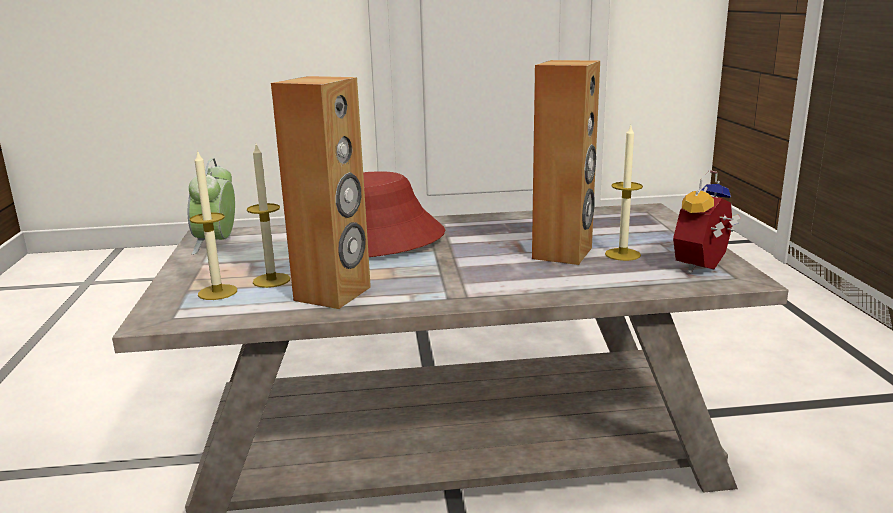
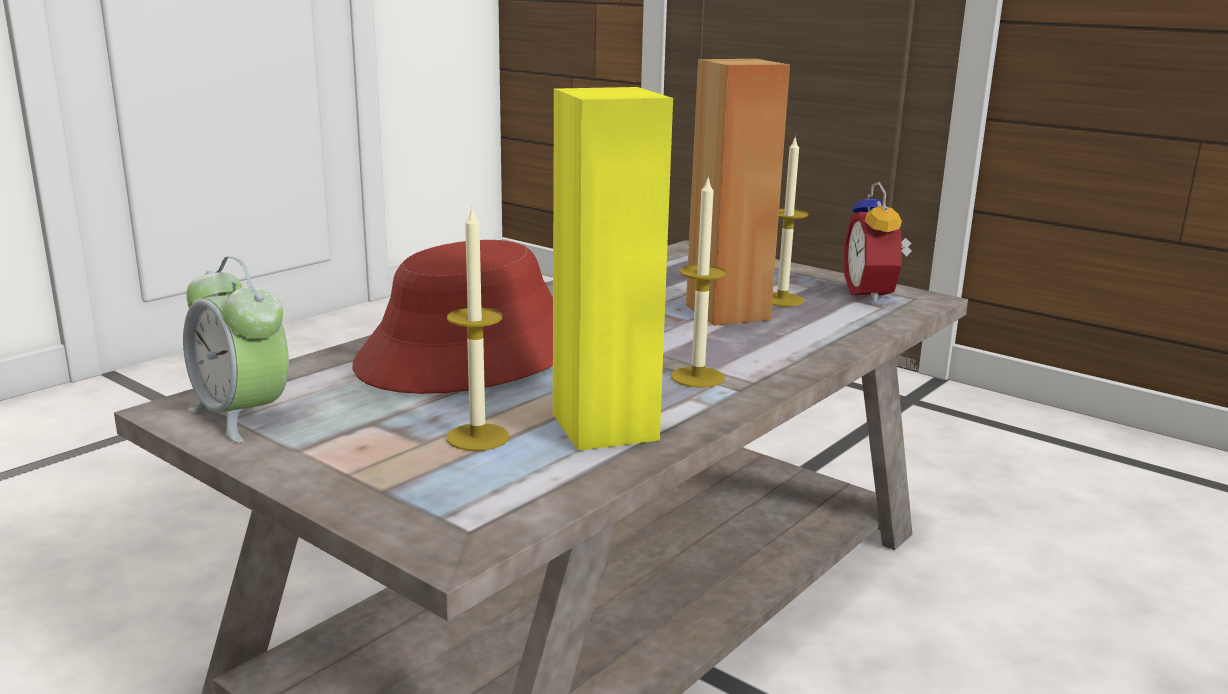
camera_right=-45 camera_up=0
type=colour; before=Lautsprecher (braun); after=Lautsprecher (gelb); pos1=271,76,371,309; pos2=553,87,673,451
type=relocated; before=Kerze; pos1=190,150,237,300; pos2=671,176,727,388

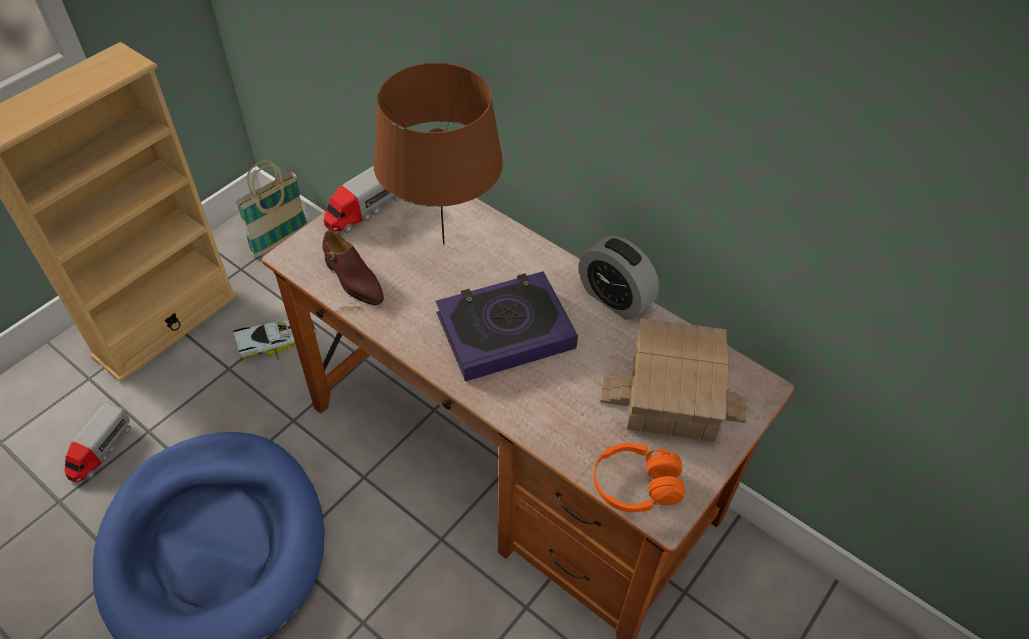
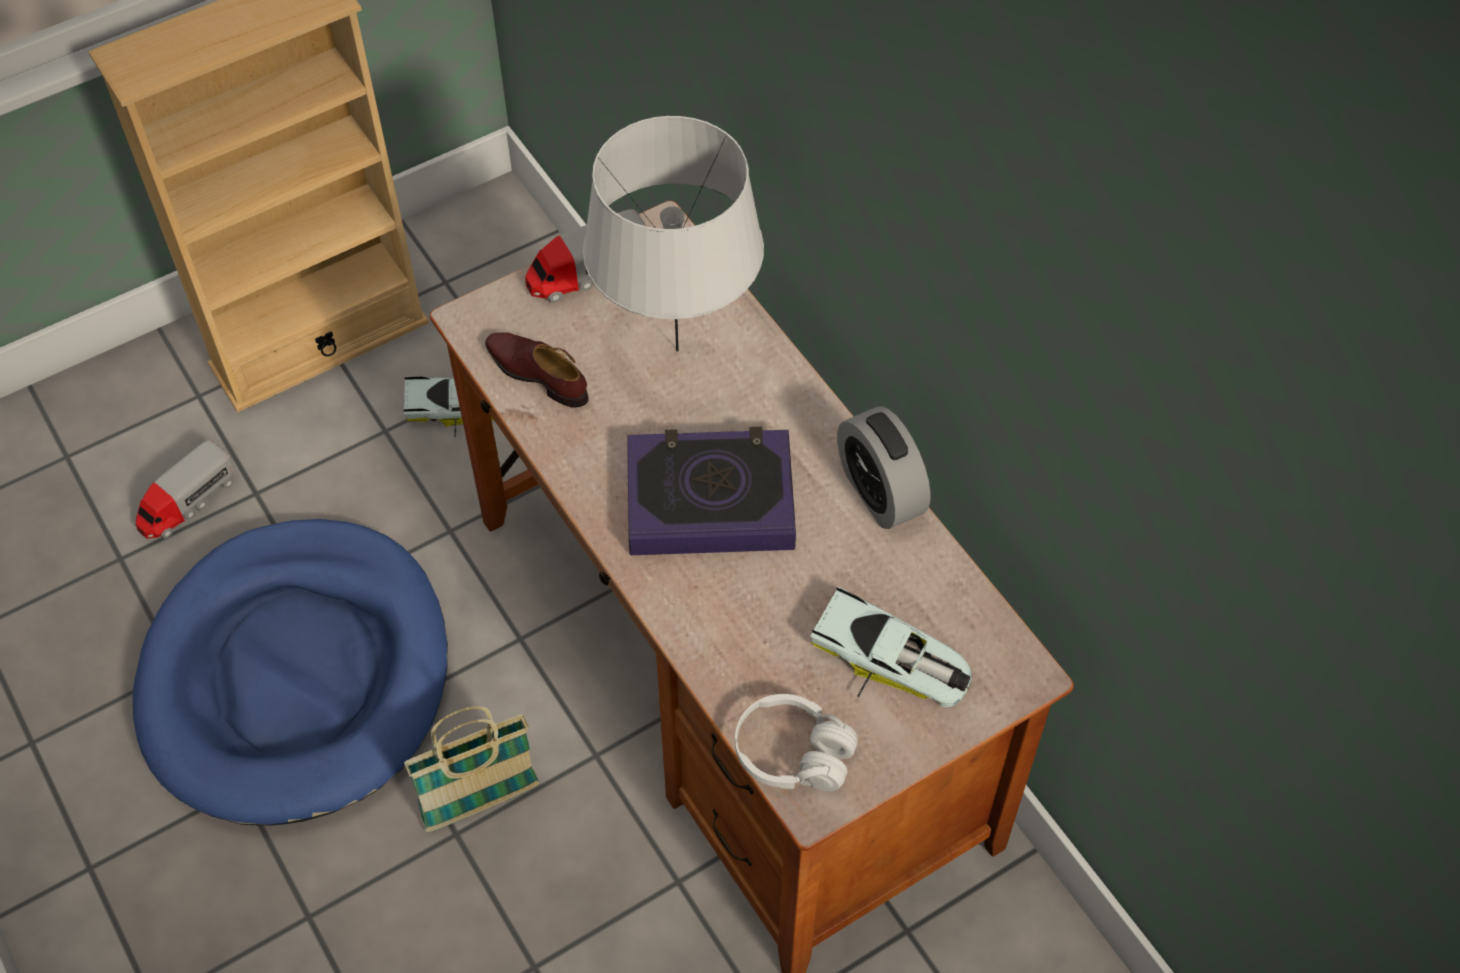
camera_right=20 camera_up=5
type=relocated; before=Korb; pos1=236,160,308,257; pos2=404,706,539,832
type=spun; before=Schuh (braun); pos1=322,230,384,305; pos2=485,332,589,408; turn=150
type=colour; before=Tischlampe (braun); after=Tischlampe (grau); pos1=373,63,503,244; pos2=583,116,764,352
type=colour; before=Kopfhörer (orange); after=Kopfhörer (weiß); pos1=594,443,685,512; pos2=735,694,858,792
type=exchanged; before=Spielzeughaus; after=Spielzeugauto; pos1=600,318,746,442; pos2=810,587,972,708

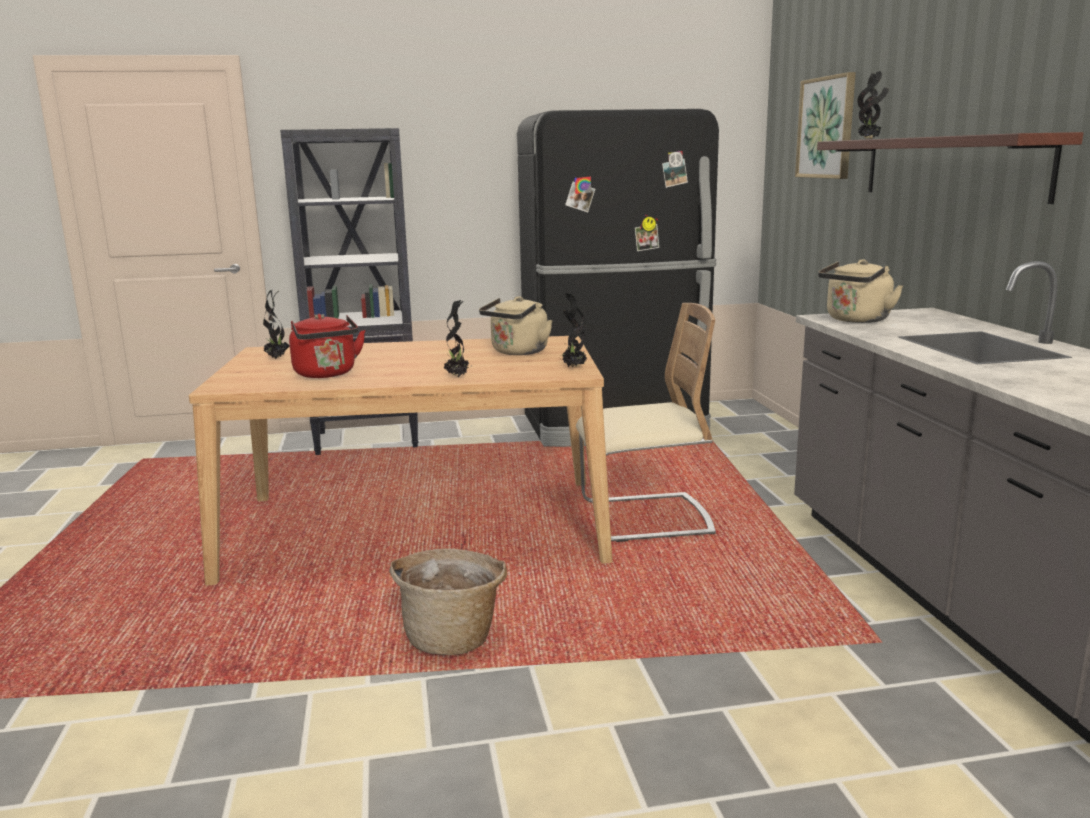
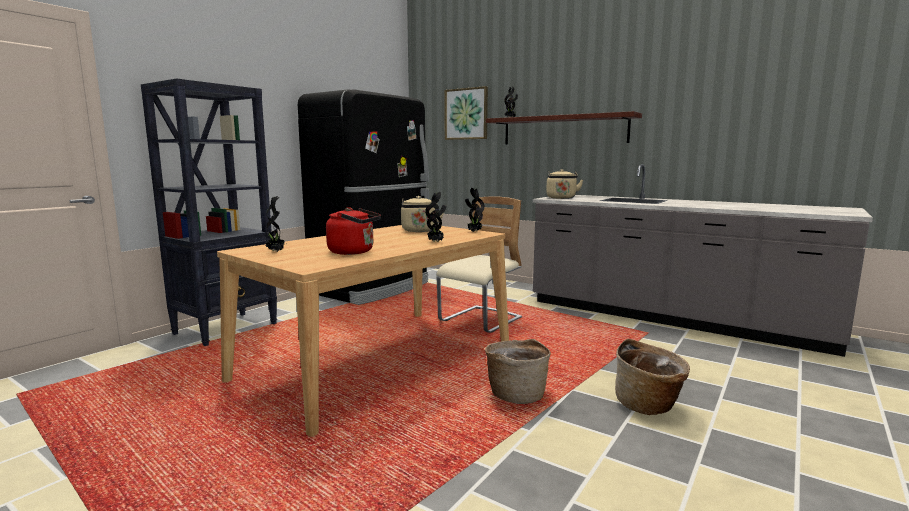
camera_right=-45 camera_up=-5
type=appeared; after=Korb; pos2=615,339,690,415

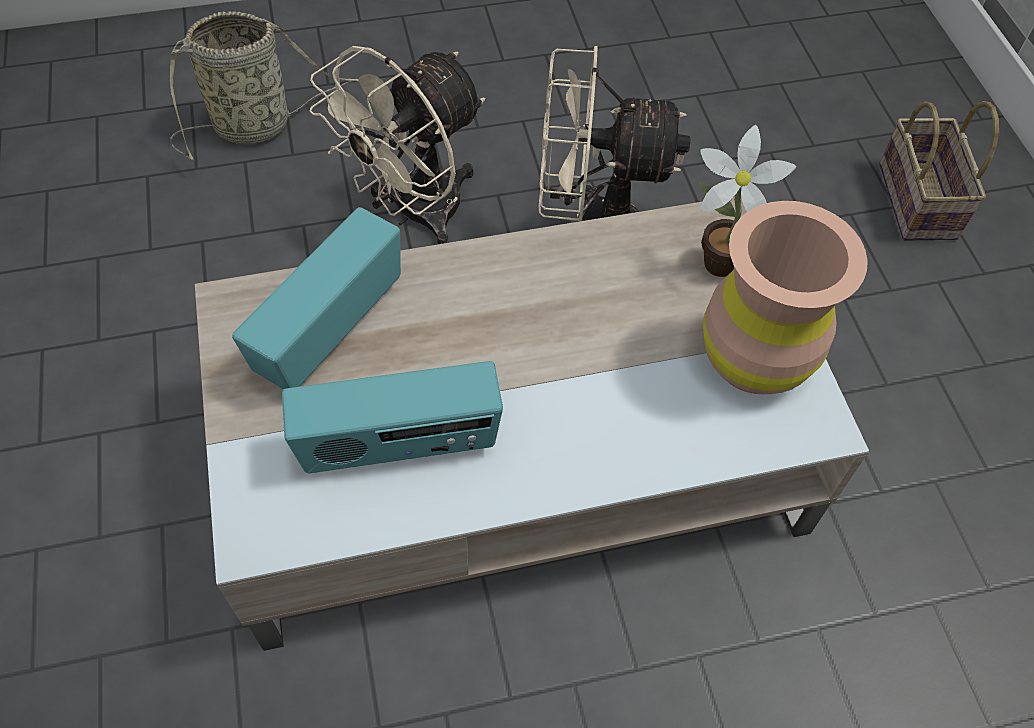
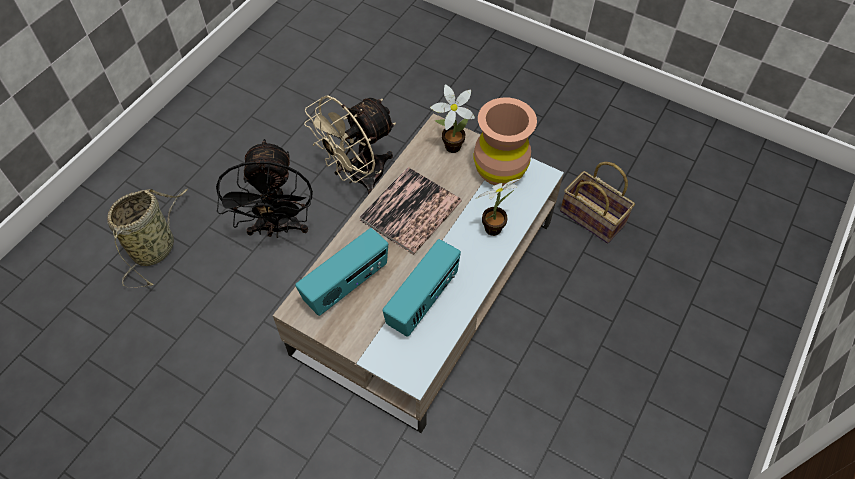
camera_right=-45 camera_up=0
type=colour; before=Ventilator (beige); after=Ventilator (schwarz); pos1=310,46,485,244; pos2=216,139,313,238
type=spun; before=Radio; pos1=232,207,401,390; pos2=295,228,388,316; turn=-120
type=appeared; after=Buch; pos2=360,167,462,255
type=appeared; after=Topfpflanze; pos2=476,179,520,236
type=relocated; before=Korb; pos1=879,101,999,240; pos2=560,162,635,243

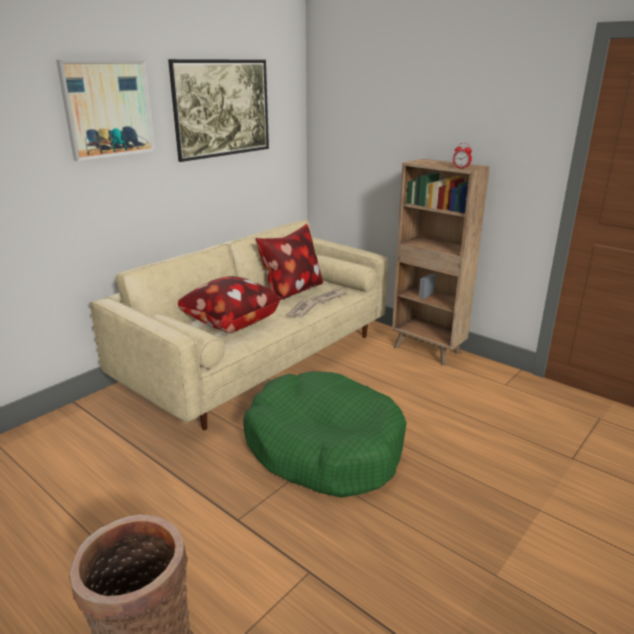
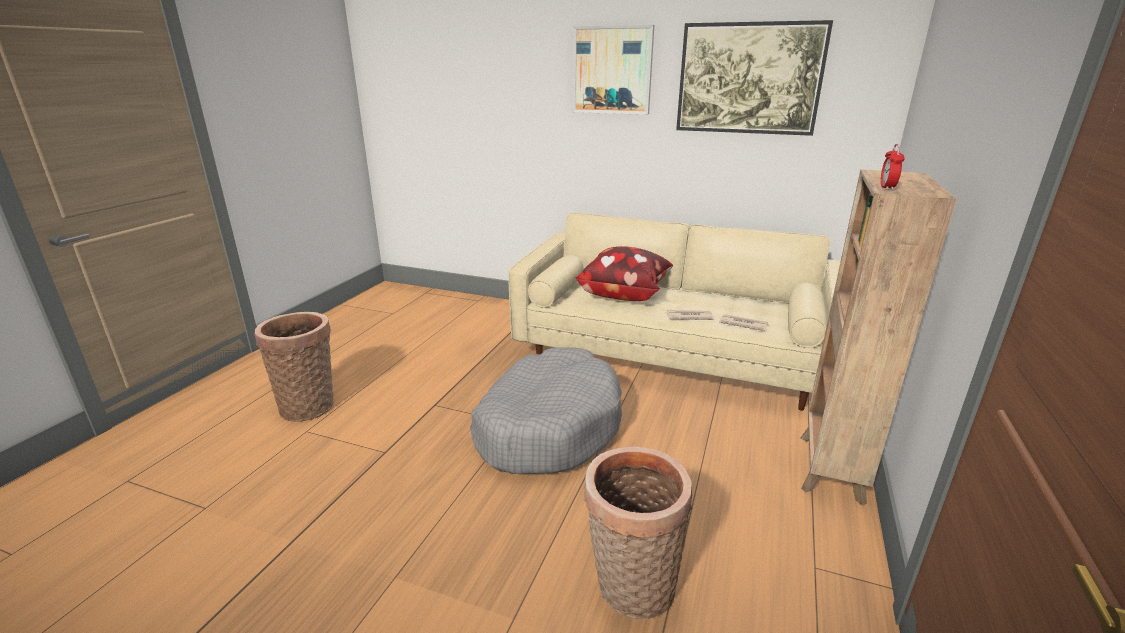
camera_right=70 camera_up=0
type=colour; before=Hundebett (grün); after=Hundebett (grau); pos1=243,371,407,498; pos2=470,347,622,474
type=appeared; after=Korb; pos2=583,446,692,619
type=missing; before=Kissen; pos1=255,224,323,300

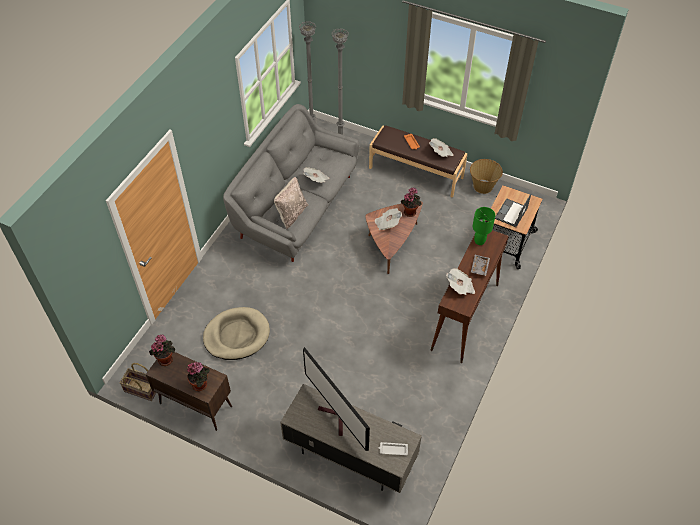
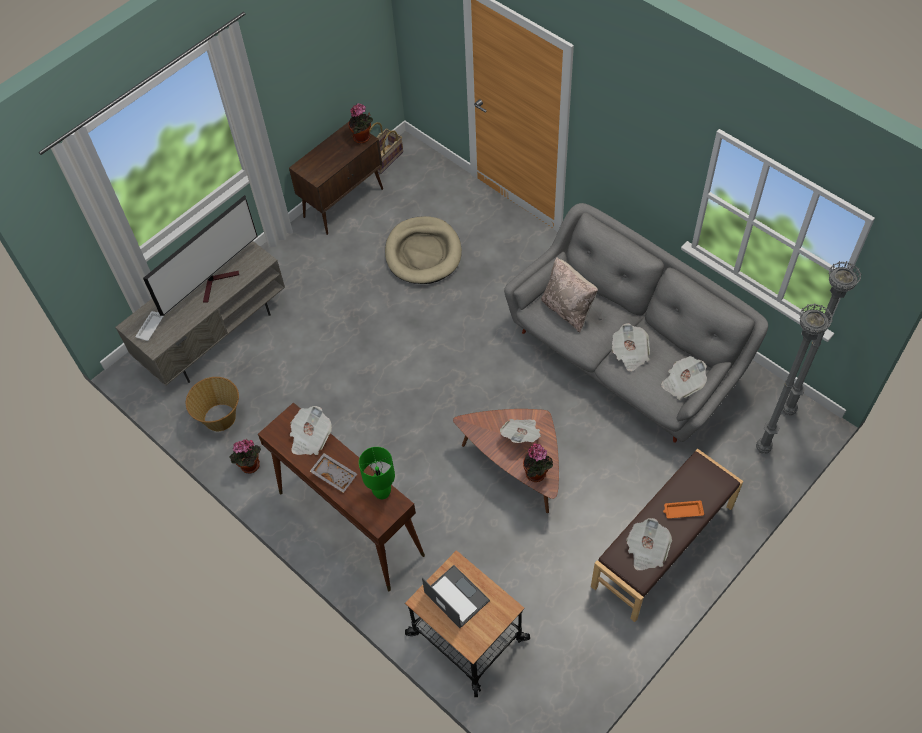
camera_right=110 camera_up=5
type=spun; before=Fernseher; pos1=303,347,370,451; pos2=143,195,258,316; turn=150
type=relocated; before=Korb; pos1=470,159,503,194; pos2=186,377,239,431
type=relocated; before=Topfpflanze; pos1=187,362,210,391; pos2=229,439,261,474
type=appeared; after=Zeitung; pos2=661,356,707,400

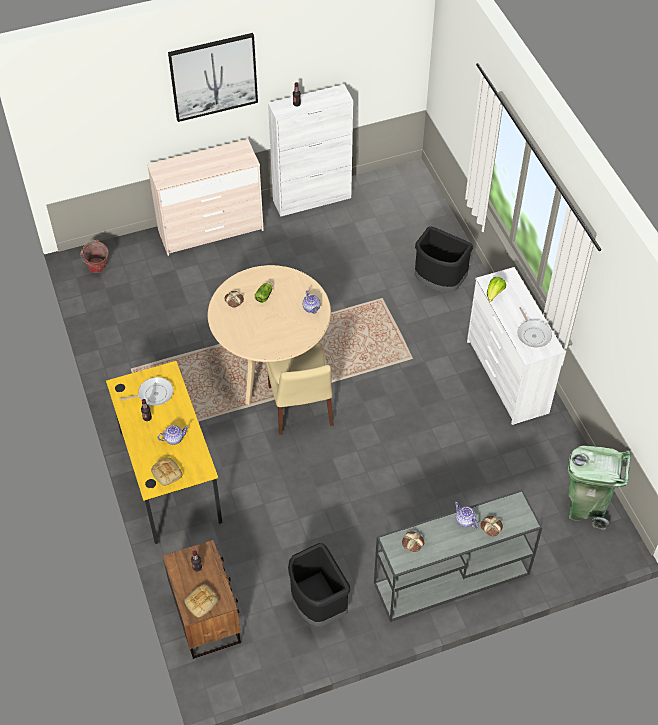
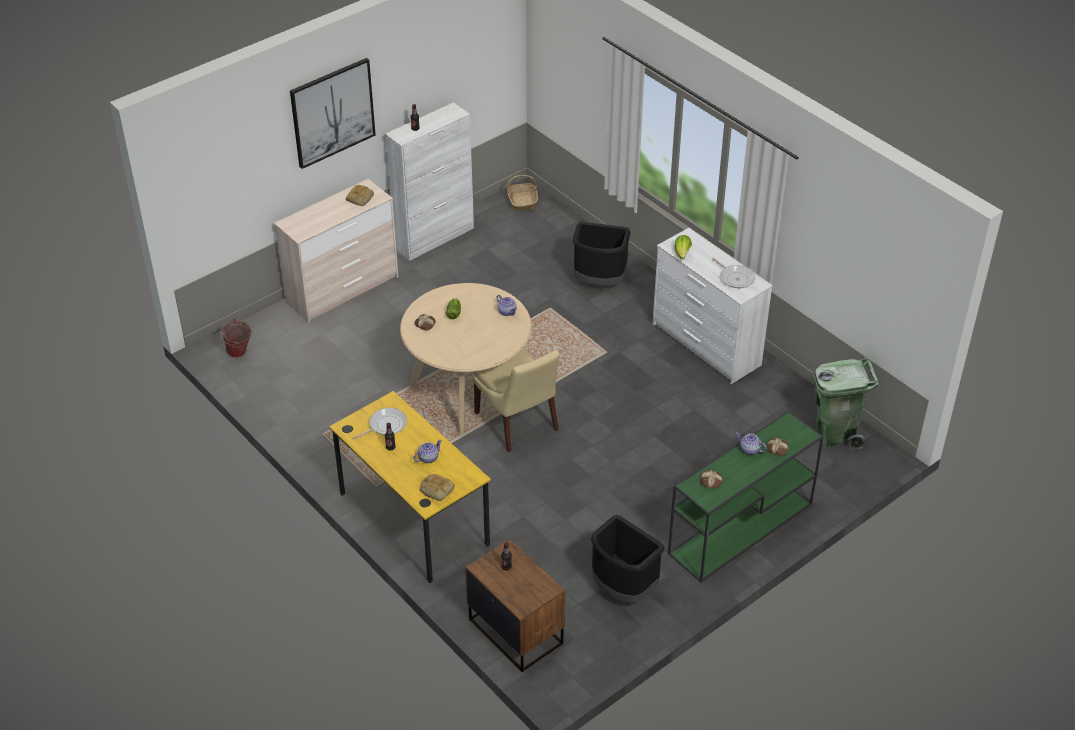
camera_right=-20 camera_up=-10
type=relocated; before=Brot; pos1=184,584,218,618; pos2=346,185,374,206
type=appeared; after=Korb; pos2=506,175,538,211
type=colour; before=Konsolentisch (grau); after=Konsolentisch (grün); pos1=374,490,542,622; pos2=668,411,824,582

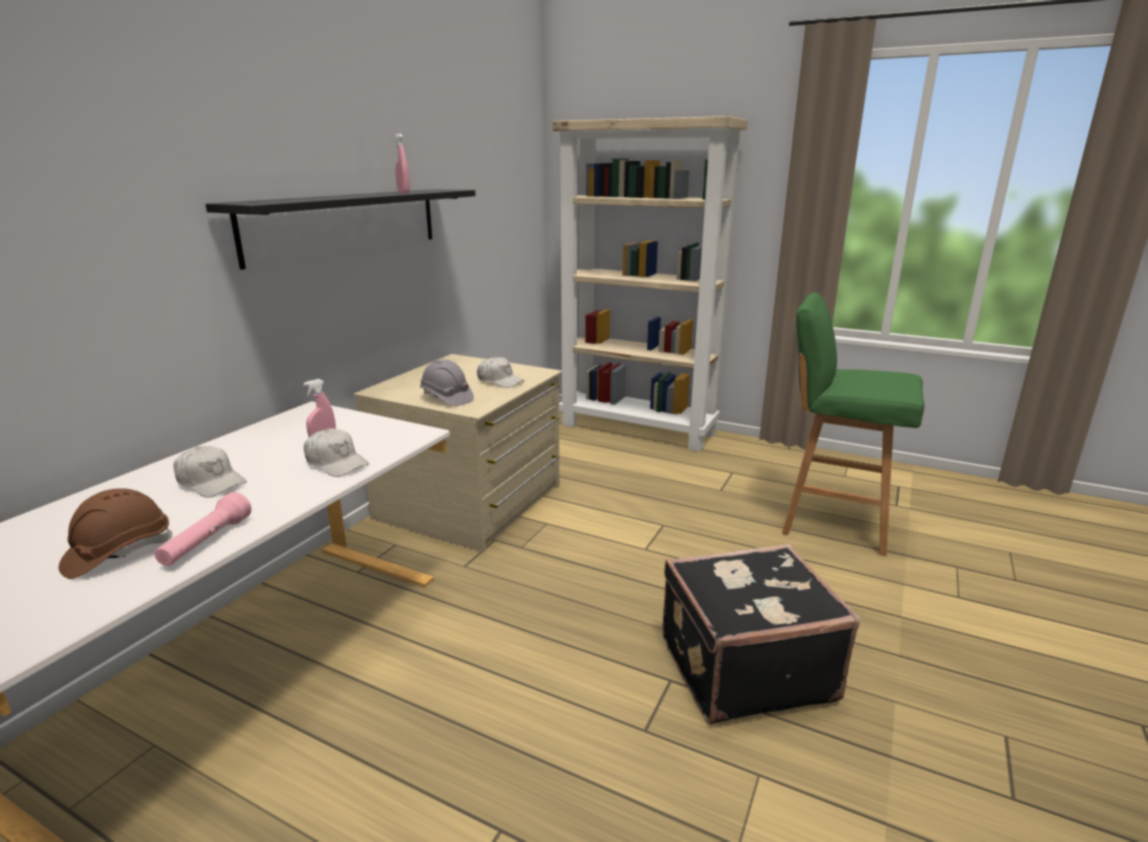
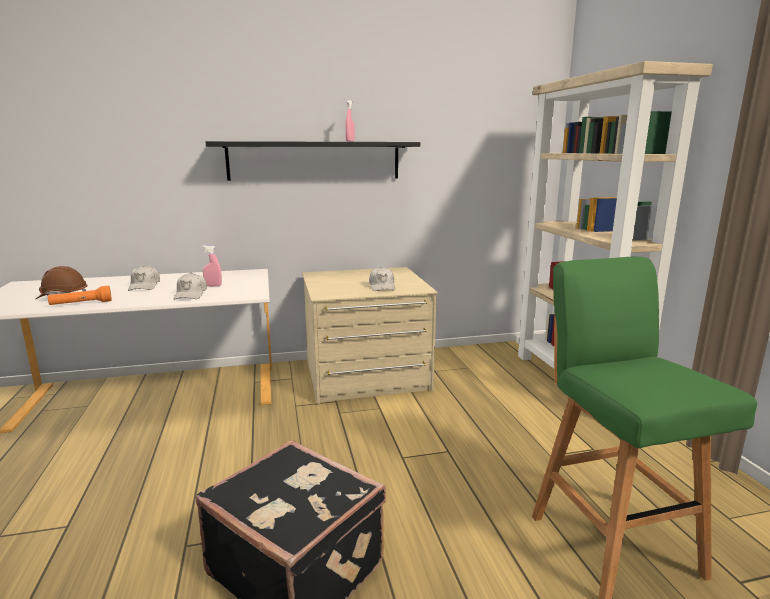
camera_right=50 camera_up=-5
type=colour; before=Taschenlampe (rosa); after=Taschenlampe (orange); pos1=155,492,251,566; pos2=48,285,112,305
type=missing; before=Schutzhelm (grau); pos1=420,359,474,406

